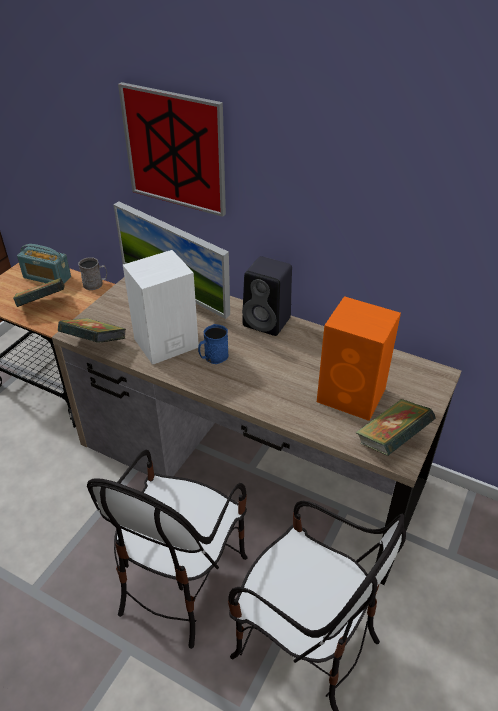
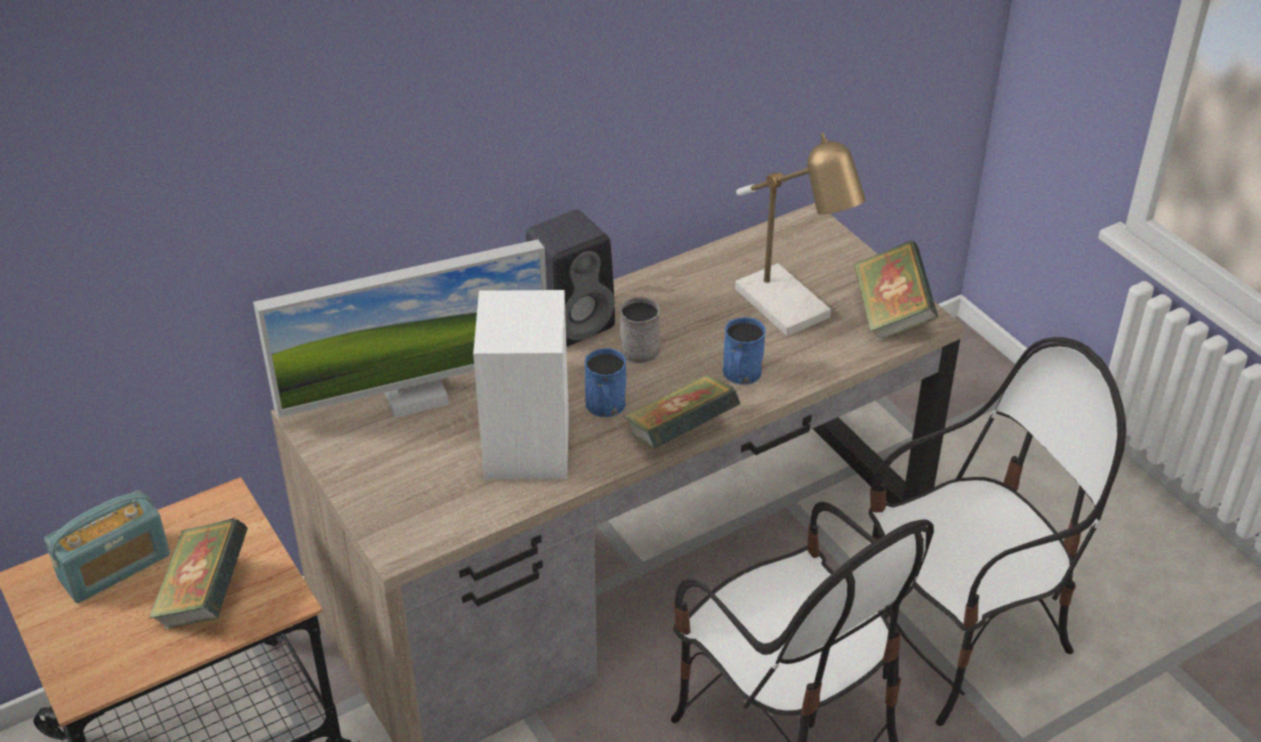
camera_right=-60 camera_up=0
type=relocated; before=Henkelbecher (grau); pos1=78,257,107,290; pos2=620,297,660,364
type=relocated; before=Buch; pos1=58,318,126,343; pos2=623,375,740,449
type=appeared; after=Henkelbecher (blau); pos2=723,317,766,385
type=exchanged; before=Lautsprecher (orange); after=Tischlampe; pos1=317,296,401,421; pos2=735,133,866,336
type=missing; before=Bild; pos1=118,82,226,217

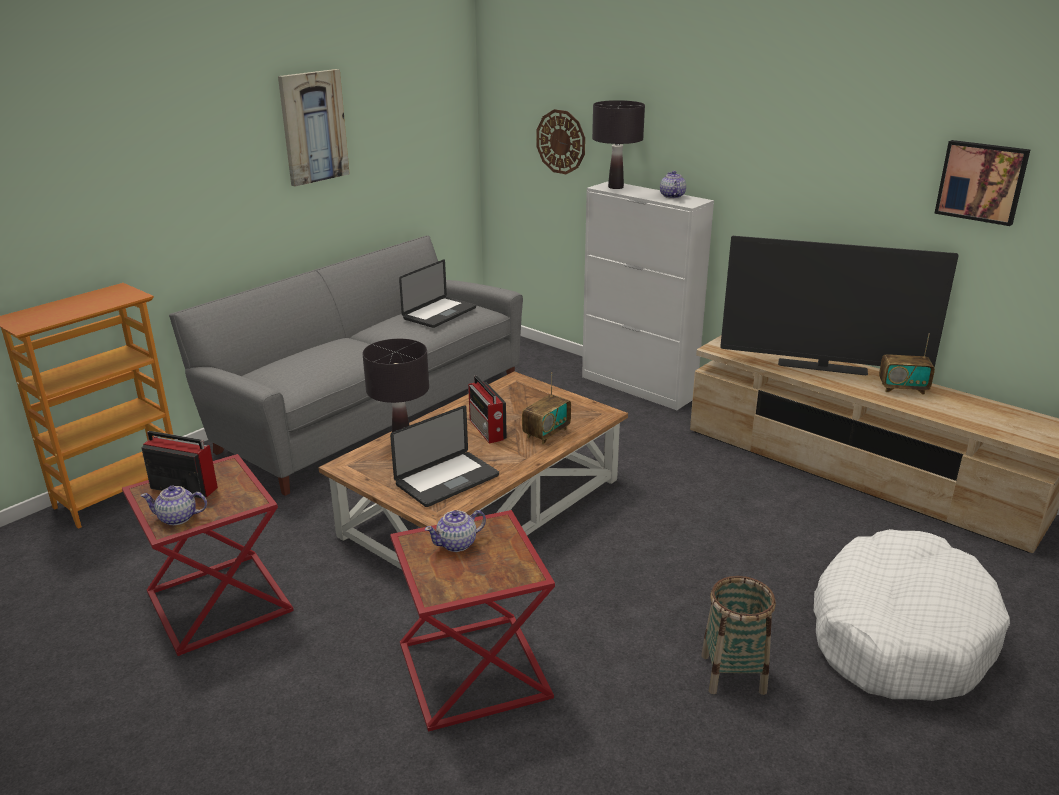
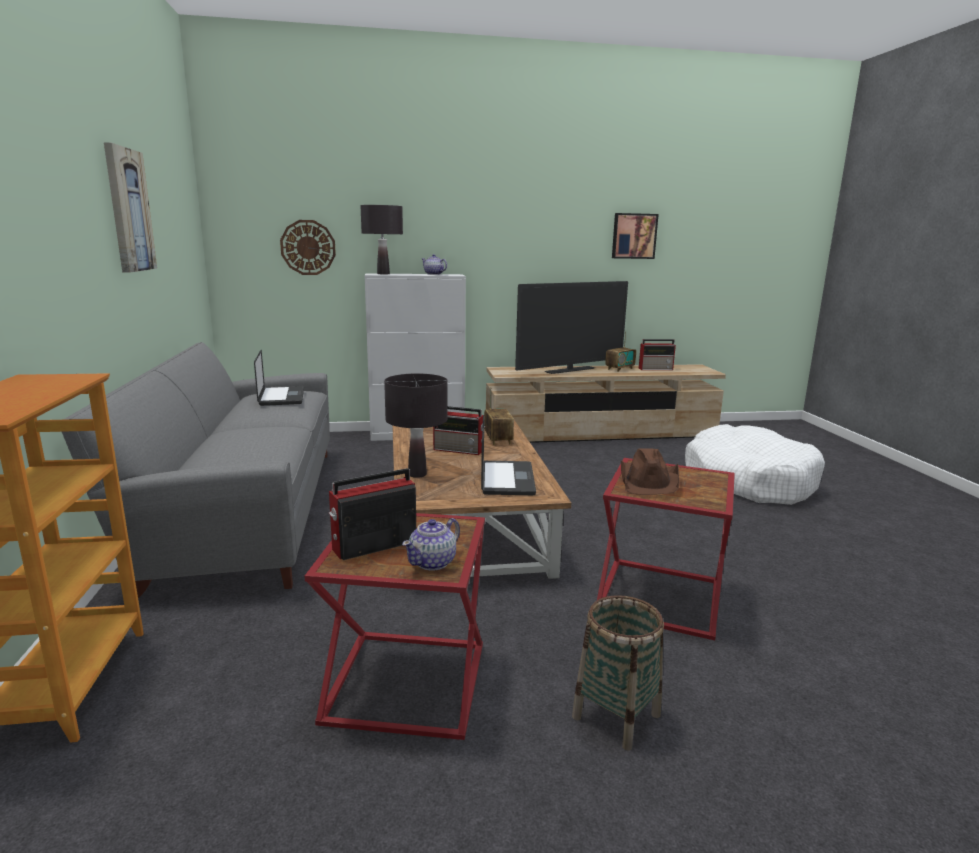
camera_right=-50 camera_up=-10
type=relocated; before=Korb; pos1=701,576,776,695; pos2=572,595,664,751
type=exchanged; before=Teekanne; after=Hut (braun); pos1=425,510,486,552; pos2=621,448,679,495
type=appeared; after=Radio; pos2=639,339,676,370

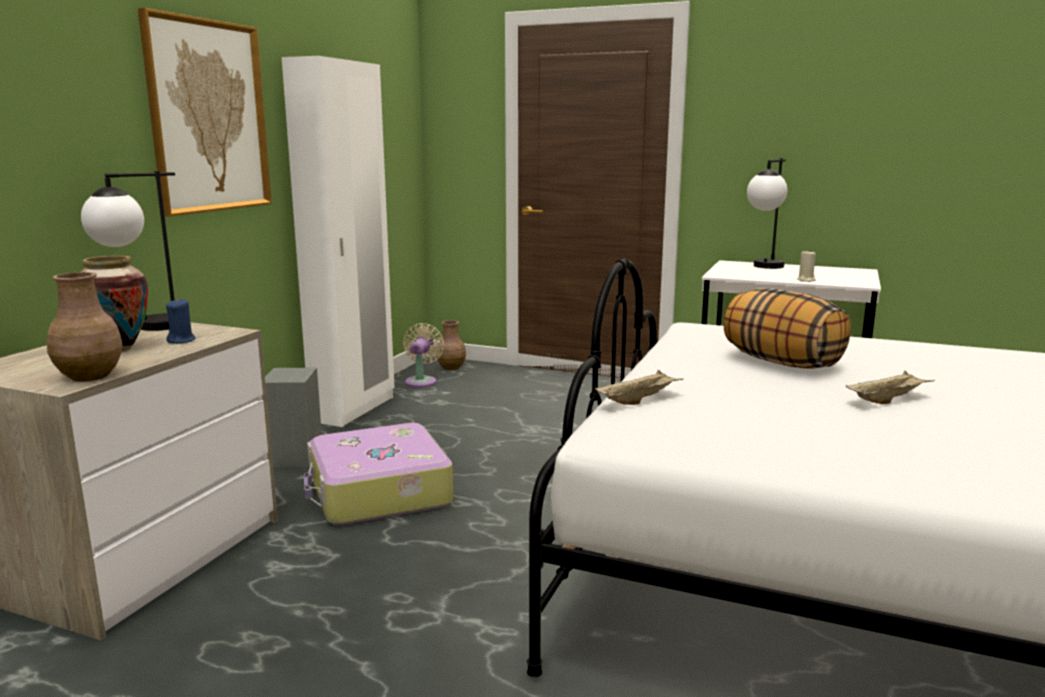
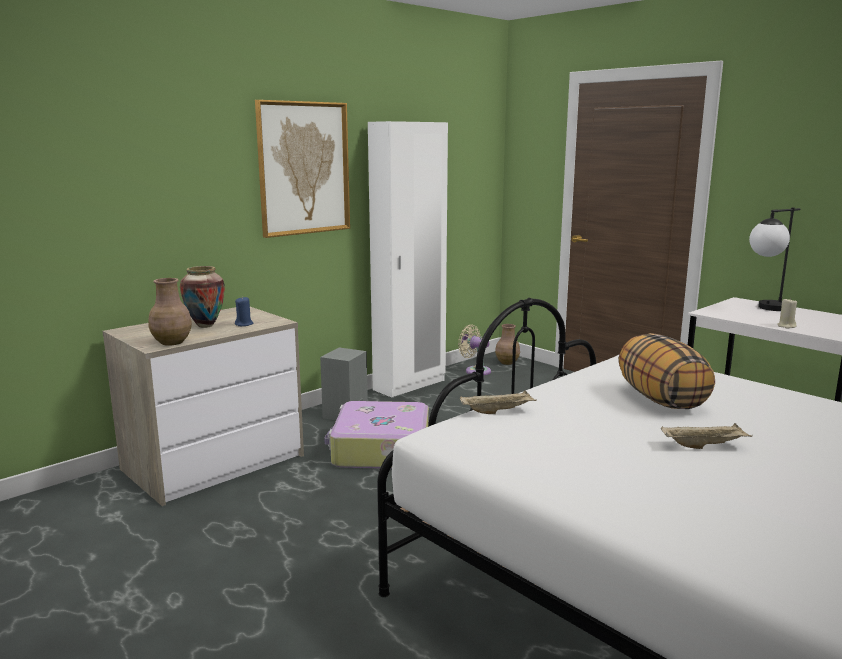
camera_right=25 camera_up=0
type=spun; before=Ventilator (beige); pos1=403,323,444,388; pos2=458,325,491,375; turn=-90
type=missing; before=Tischlampe; pos1=81,171,175,331

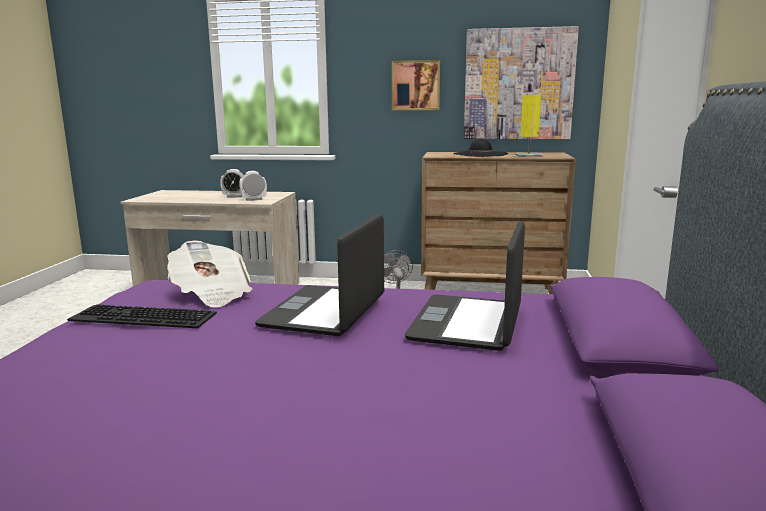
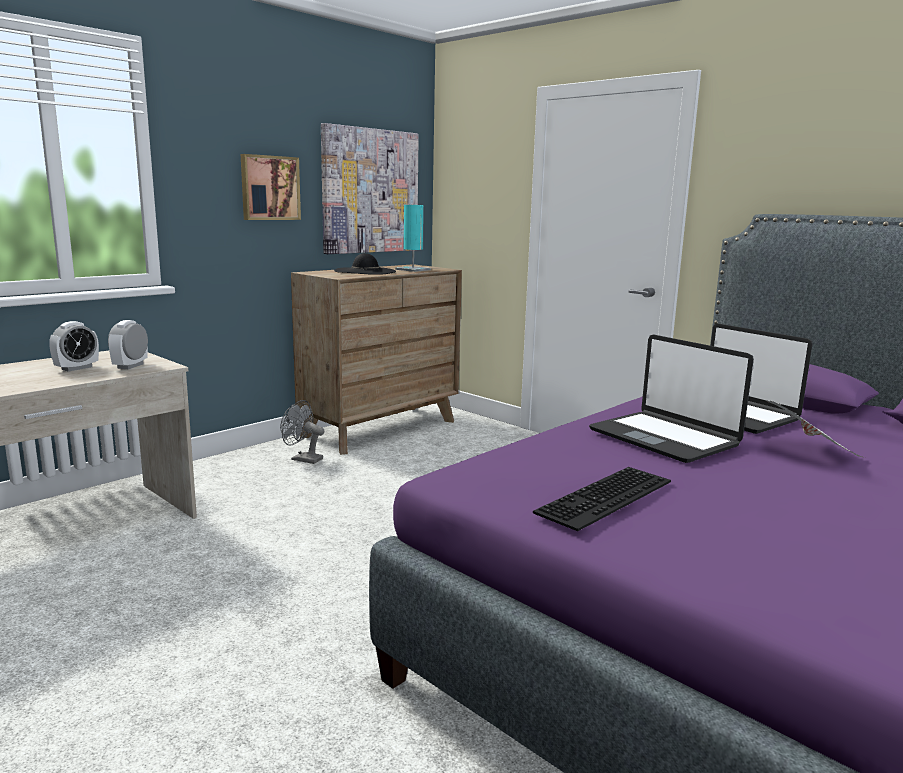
camera_right=-55 camera_up=0
type=colour; before=Tischlampe (gelb); after=Tischlampe (türkis); pos1=515,95,543,157; pos2=395,205,431,272
type=relocated; before=Zeitung; pos1=167,241,252,308; pos2=767,401,865,458

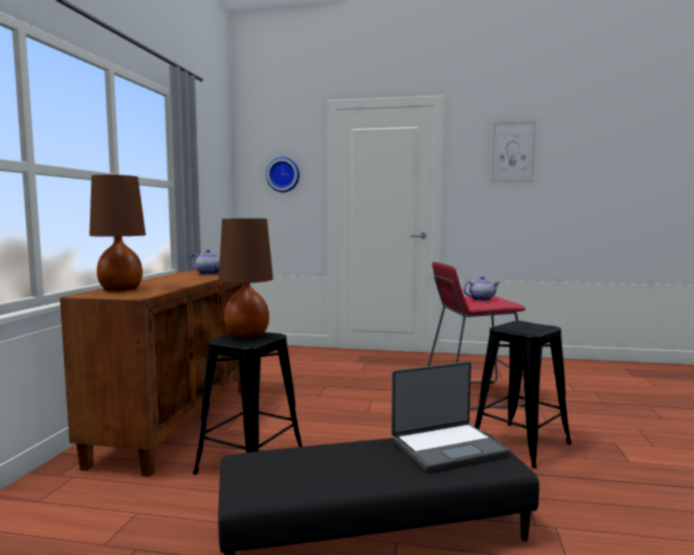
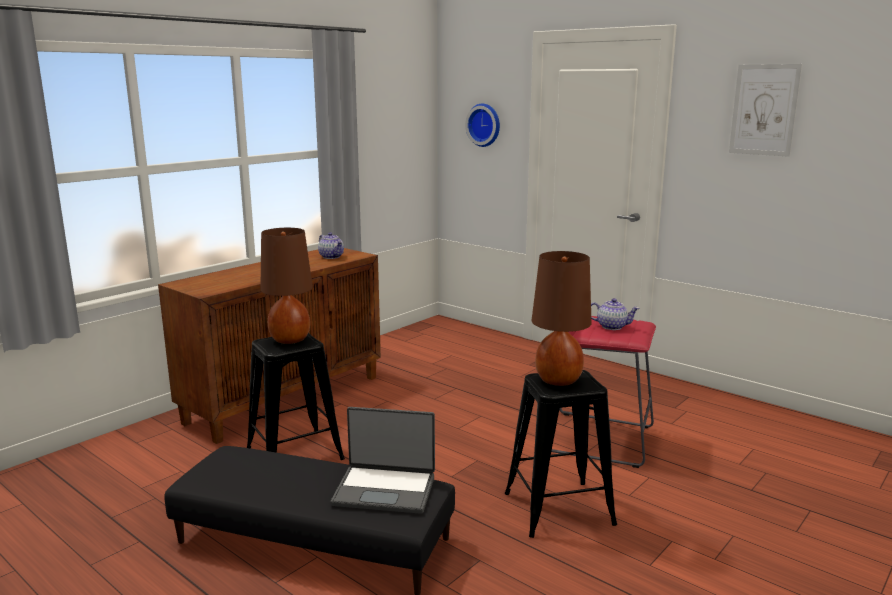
camera_right=30 camera_up=10
type=relocated; before=Tischlampe (braun); pos1=89,175,146,291; pos2=532,251,592,386

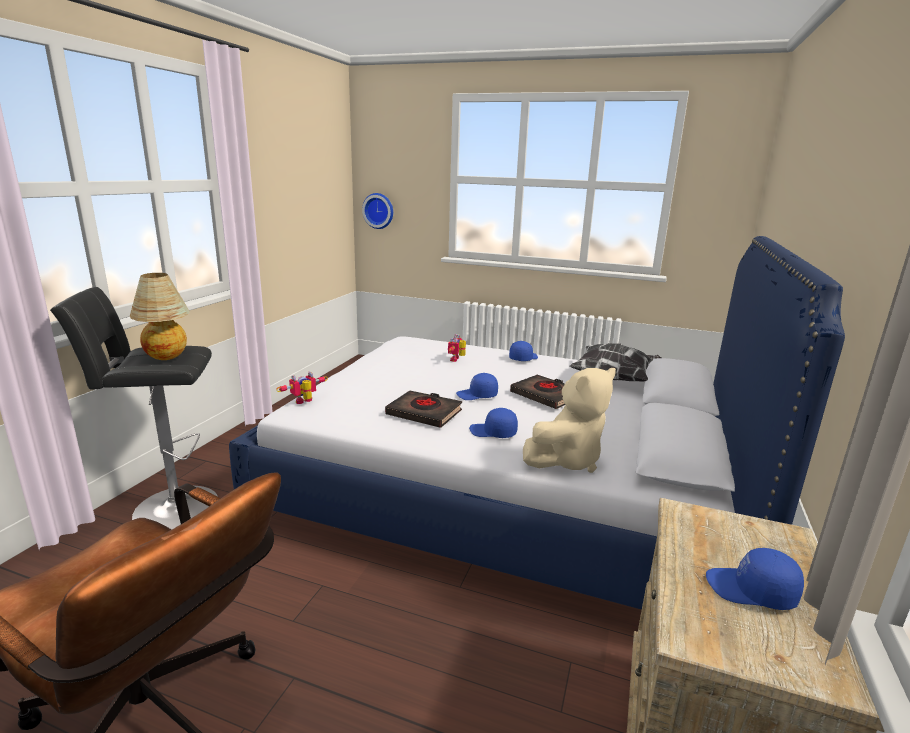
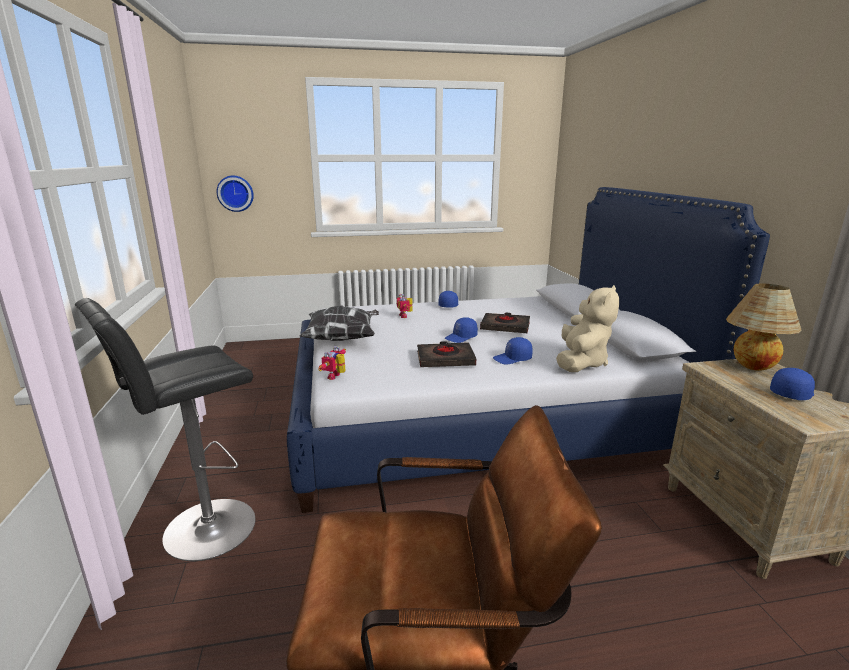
camera_right=-30 camera_up=0
type=relocated; before=Kissen; pos1=570,343,661,382; pos2=300,305,379,341
type=relocated; before=Tischlampe; pos1=130,273,190,360; pos2=726,283,802,371
type=spun; before=Kappe (blau); pos1=706,548,804,610; pos2=770,368,815,400; turn=150

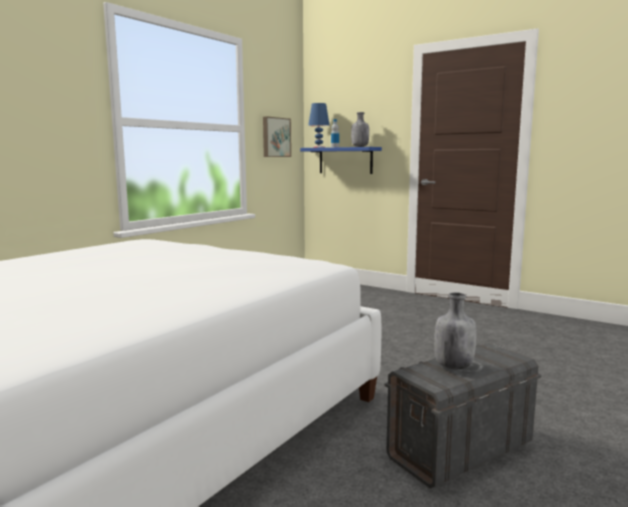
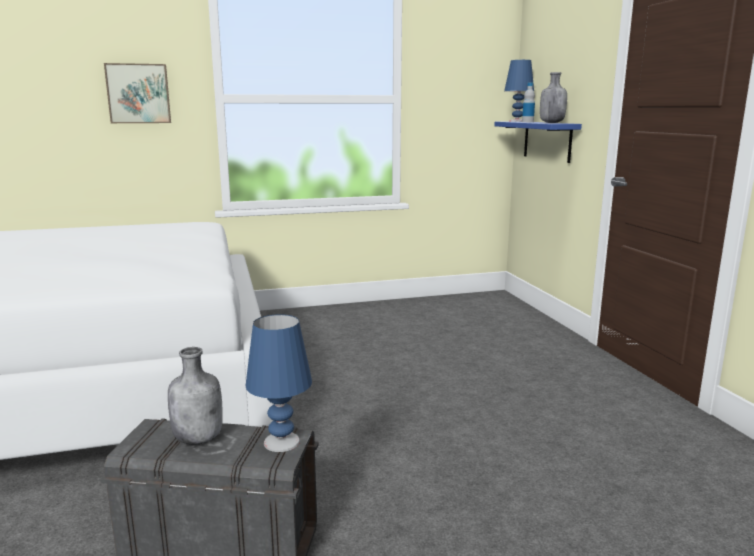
camera_right=40 camera_up=5
type=relocated; before=Bild; pos1=263,116,291,157; pos2=104,63,171,123
type=appeared; after=Tischlampe (blau); pos2=246,314,312,452

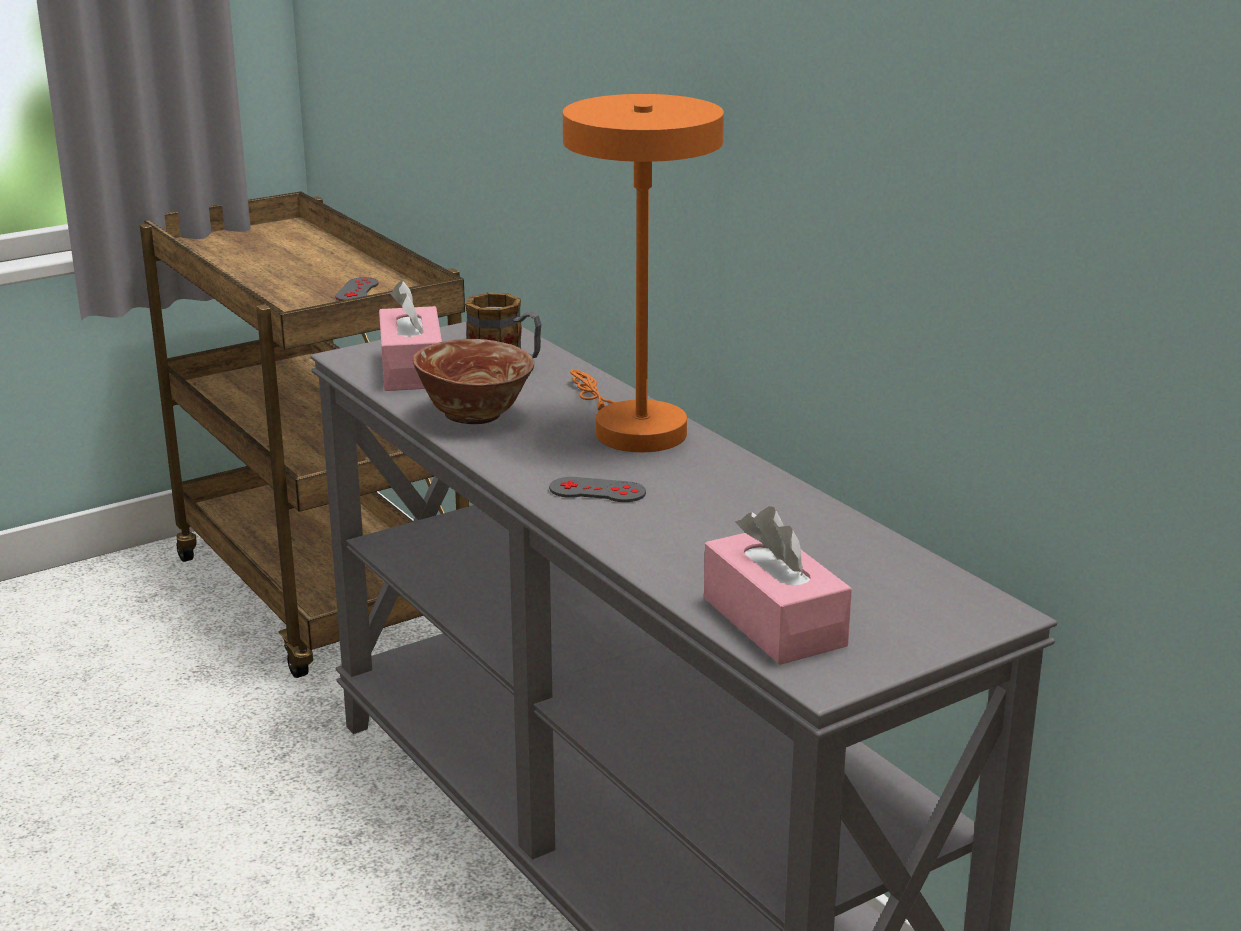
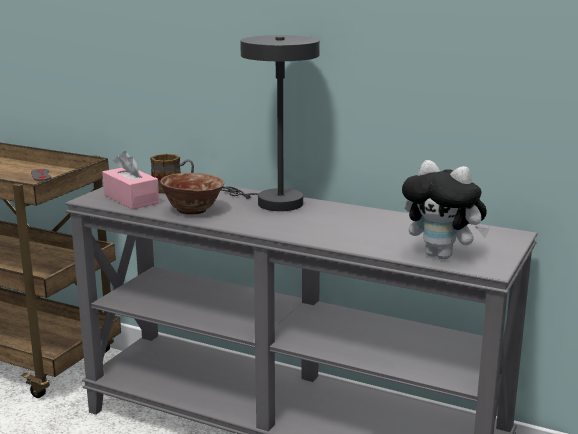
camera_right=-30 camera_up=-5
type=colour; before=Tischlampe (orange); after=Tischlampe (grau); pos1=563,94,724,452; pos2=221,35,320,211
type=exchanged; before=Taschentuchbox (rosa); after=Plüschtier; pos1=704,506,852,665; pos2=402,160,489,259
type=missing; before=Gamepad (grau); pos1=549,477,646,502

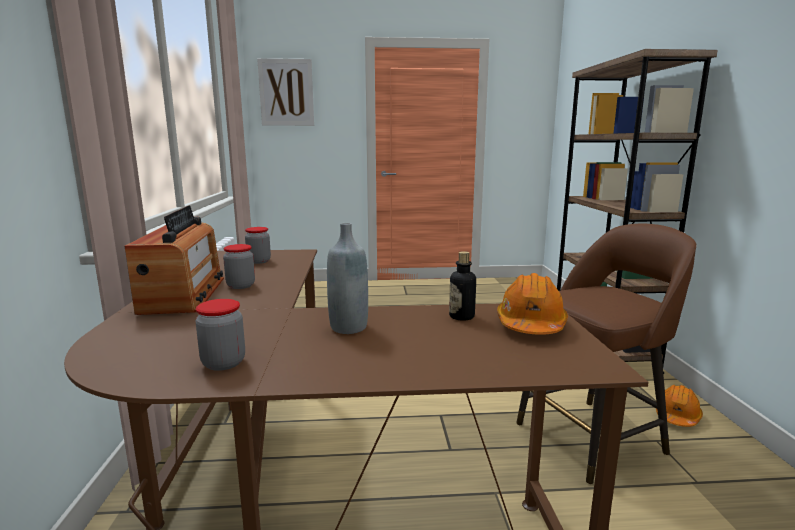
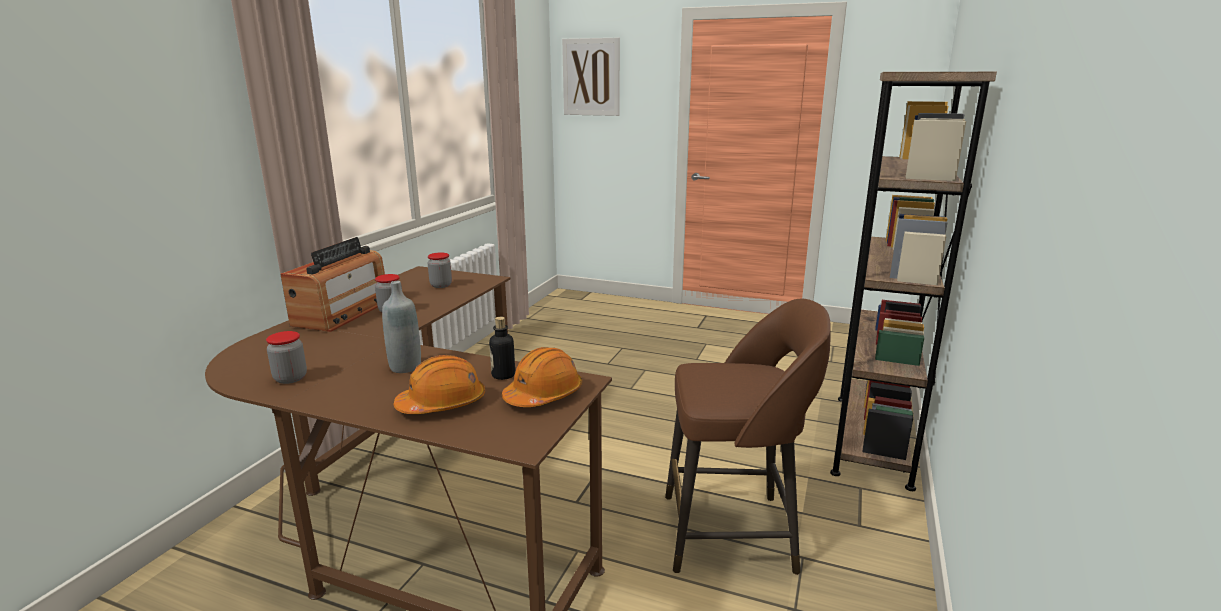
camera_right=25 camera_up=5
type=relocated; before=Schutzhelm (orange); pos1=656,385,703,427; pos2=393,355,485,414

